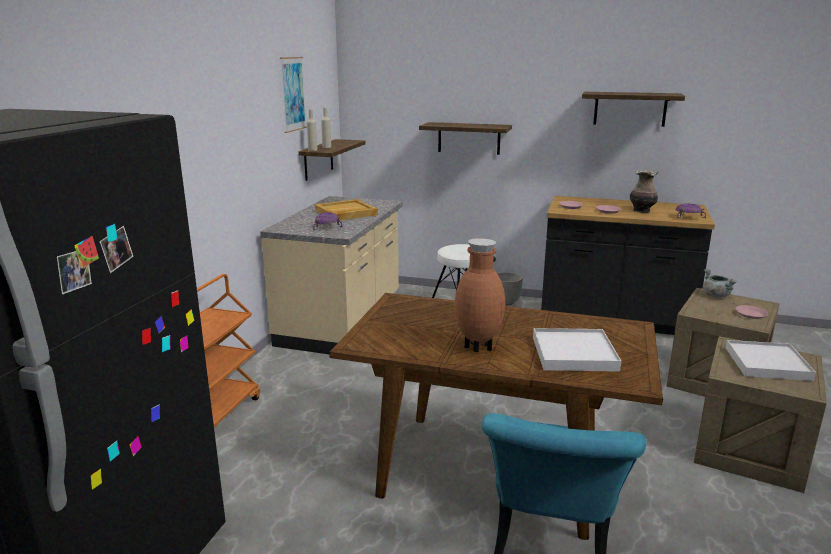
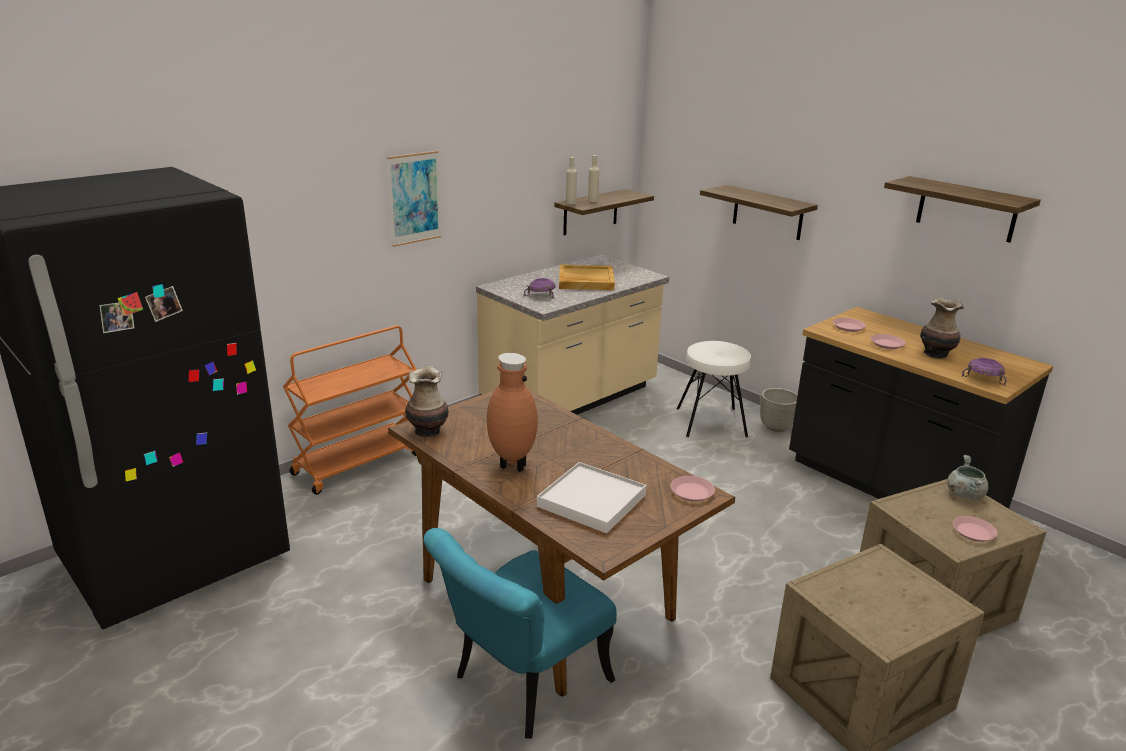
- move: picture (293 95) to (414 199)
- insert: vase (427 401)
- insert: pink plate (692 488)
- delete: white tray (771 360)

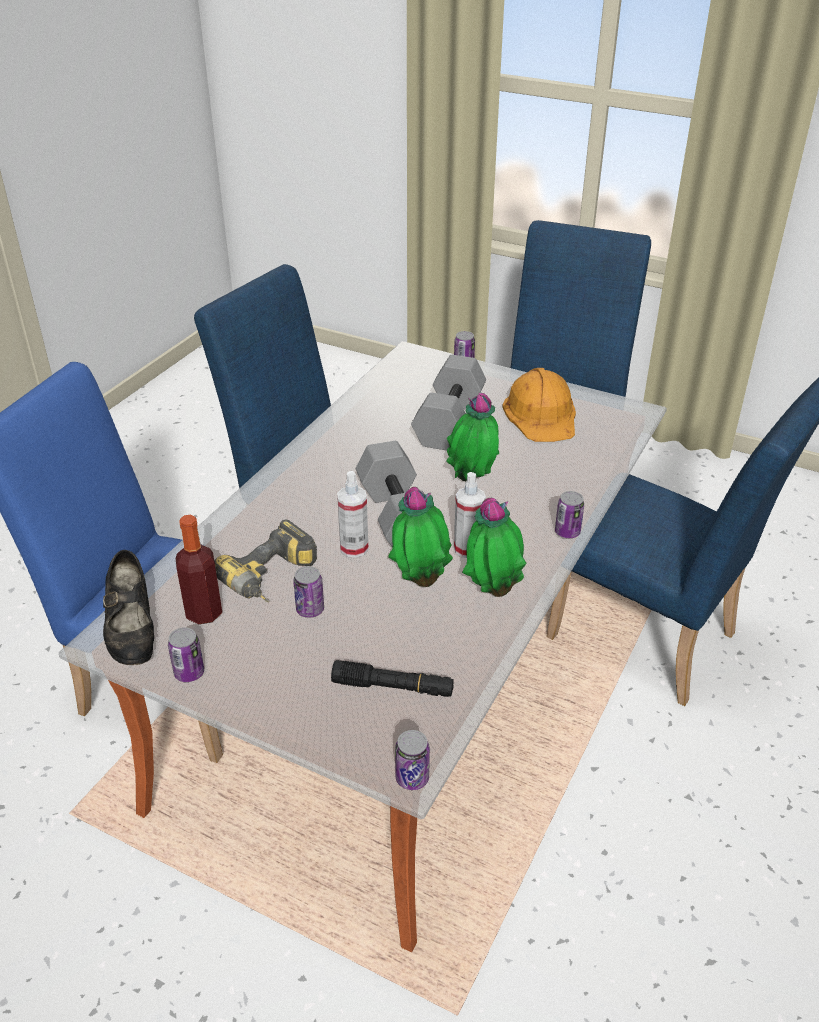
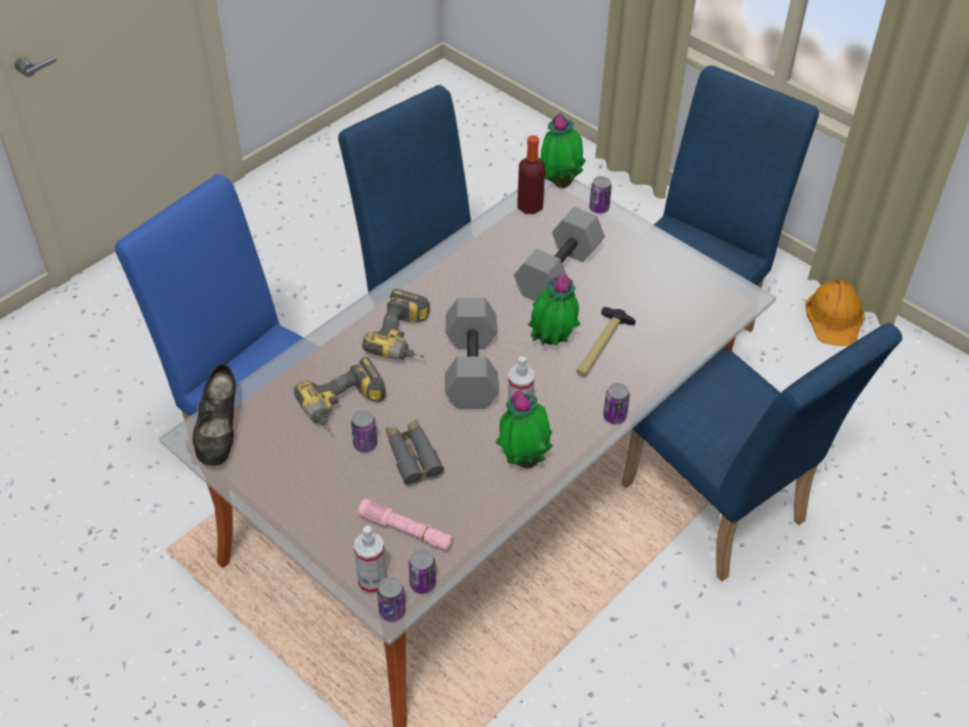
- move: spray bottle (353 514) to (370 560)
- recolor: black flashlight (392 678) to pink flashlight (405 525)
- insert: power drill (396 324)
- insert: grey binoculars (415 452)
- move: can (186 654) to (422 571)
- move: bottle (199 569) to (531 174)
- move: potted plant (420 537) to (563 150)
- insert: hammer (606 342)
- move: orange hard hat (539 405) to (835 313)

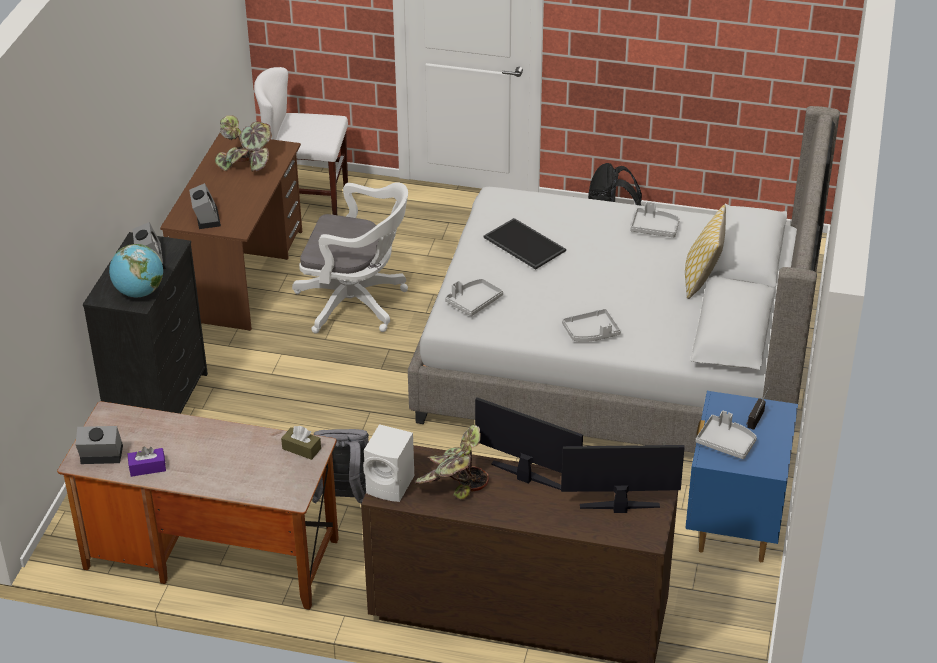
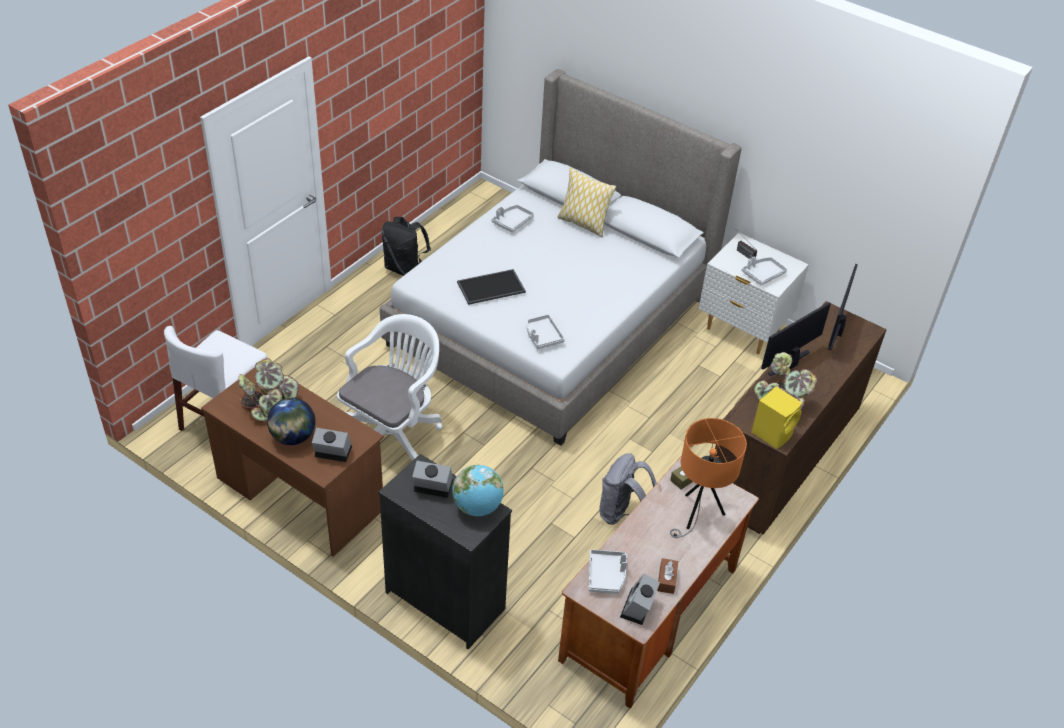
- insert: globe (291 421)
- move: grey tray (591 325) to (608 572)
- recolor: purple tissue box (147 462) to brown tissue box (667 576)
- insert: orange table lamp (708 478)
- recolor: blue nightstand (741 476) to white nightstand (754 293)
- recolor: white speaker (388 463) to yellow speaker (776 418)

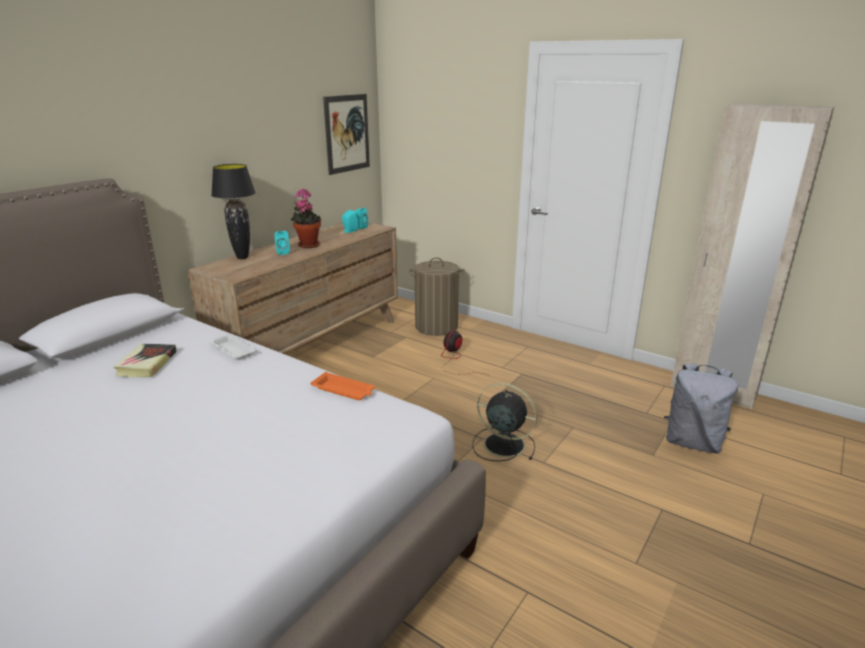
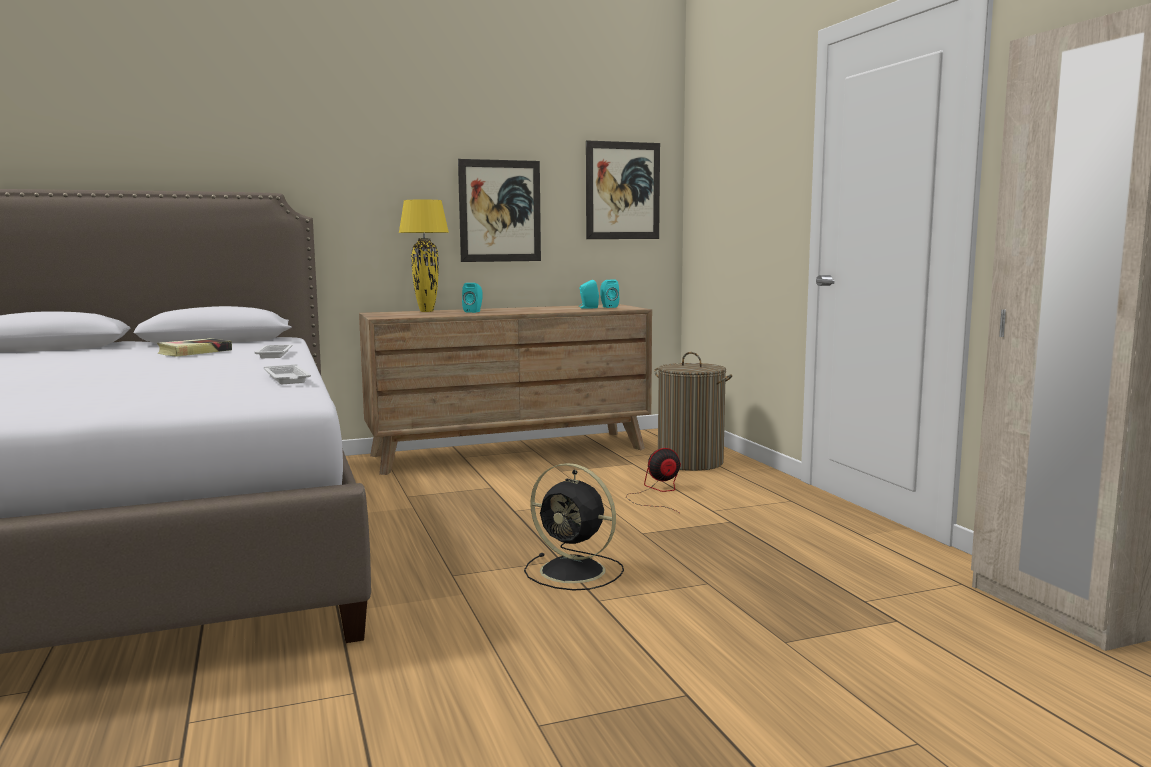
- recolor: orange tray (342 386) to white tray (287 374)
- recolor: black table lamp (233 211) to yellow table lamp (424 256)
- insert: picture (499 210)
- rotate: black fan (504 422) = (574 527) 150 degrees clockwise
- delete: potted plant (306 218)
- delete: grey backpack (701 408)

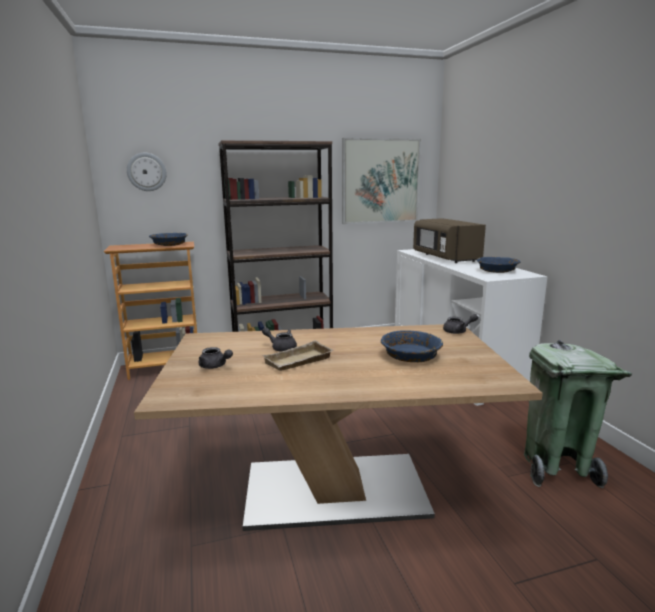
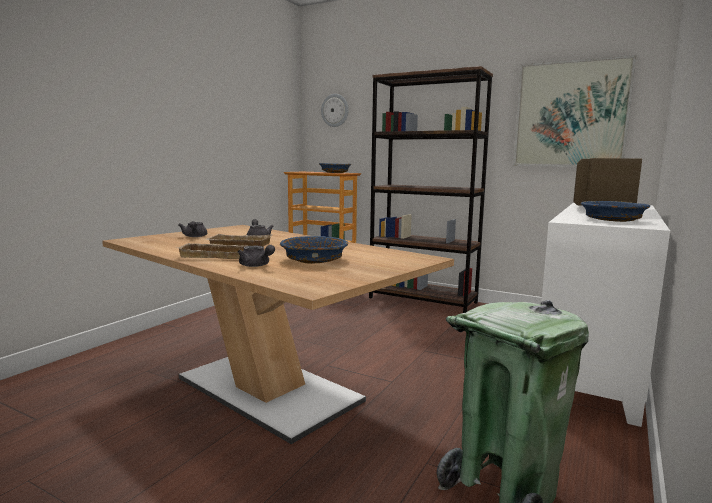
- insert: beige tray (213 251)
- move: grey teapot (460 324) to (256 256)

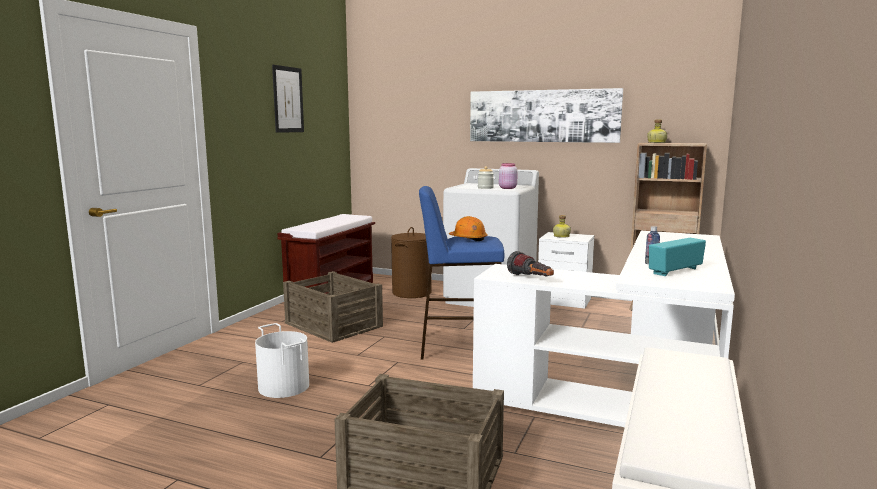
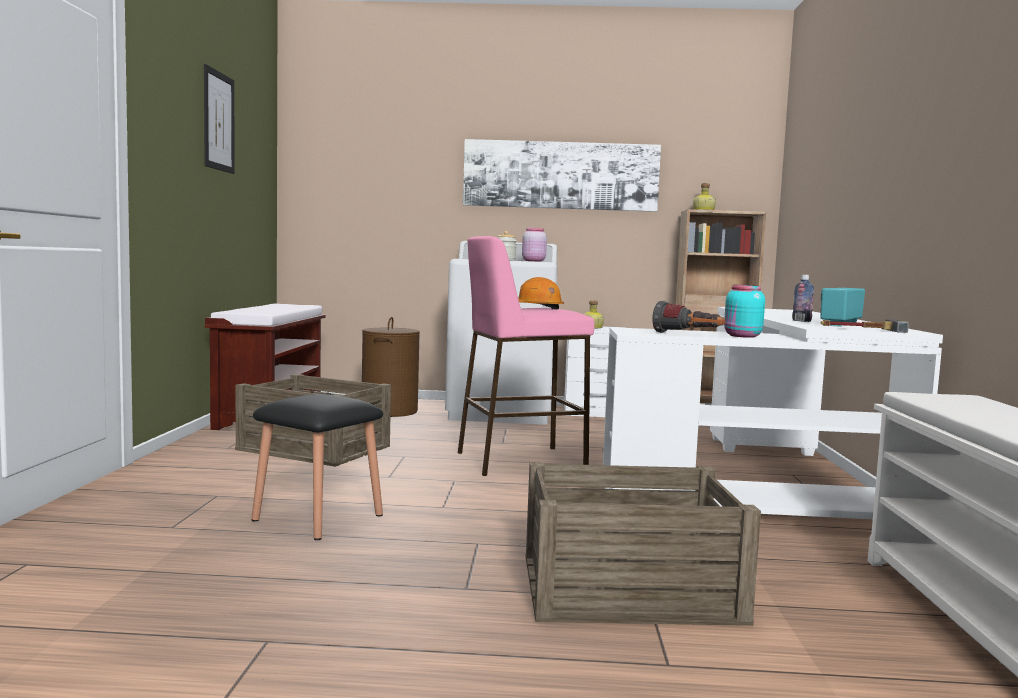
- replace: white bucket (282 360) to black stool (317 467)
- recolor: blue stool (461 272) to pink stool (526 356)
- insert: turquoise jar (744 311)
- insert: hammer (864 326)

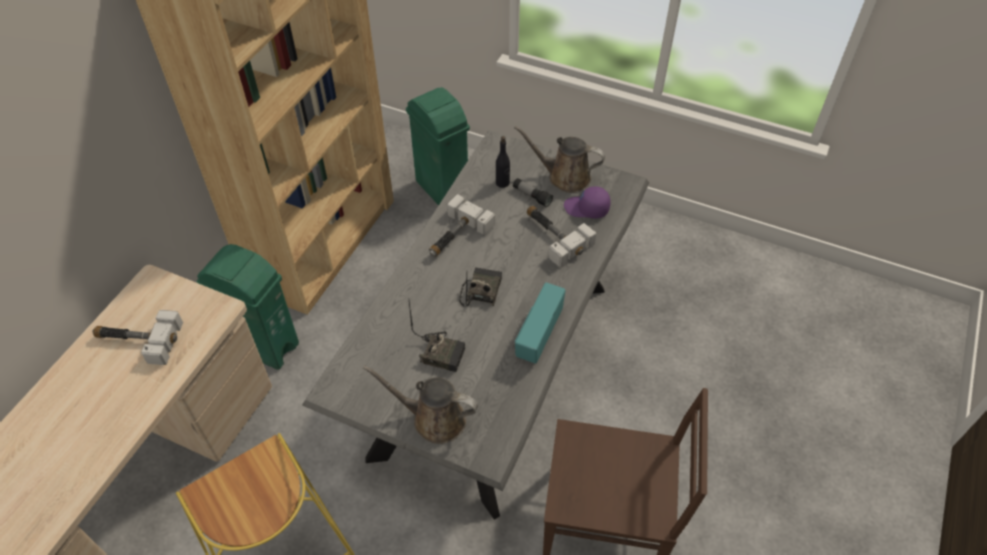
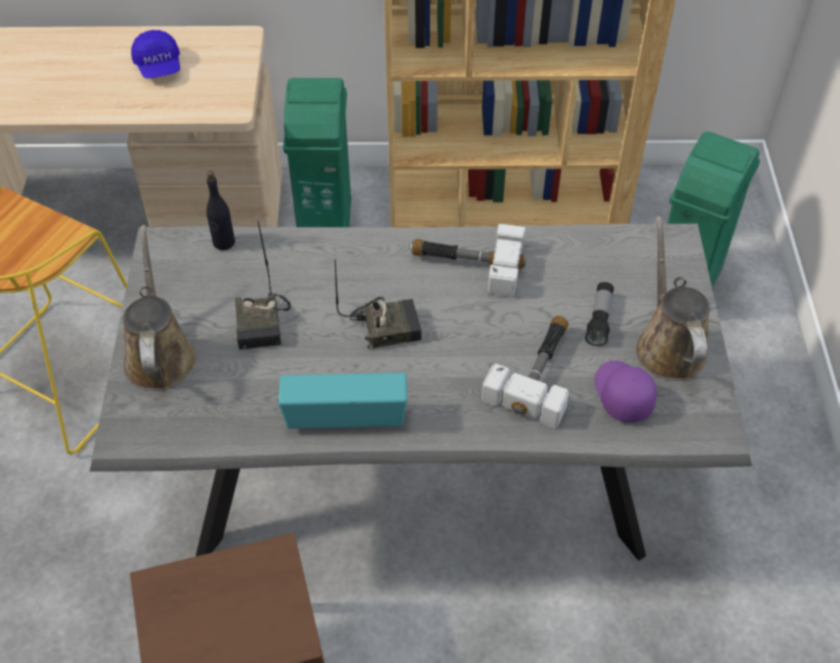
- replace: hammer (137 337) to blue cap (155 54)
- move: black bottle (503 162) to (220 210)

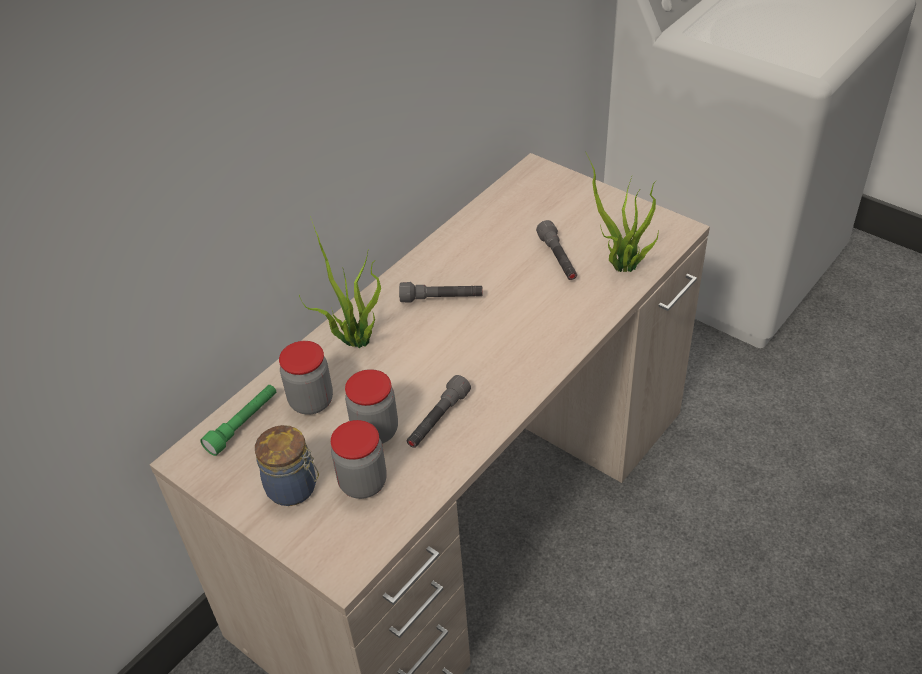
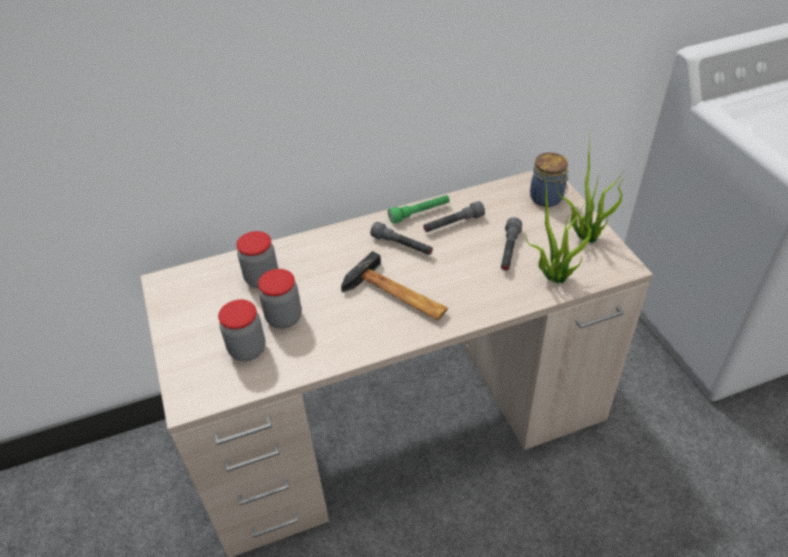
- insert: hammer (394 285)
- move: green flashlight (238 420) to (419 209)
- move: grey flashlight (439 411) to (454 216)
- move: jar (287 465) to (549 180)
- move: potted plant (340 282) to (590 189)

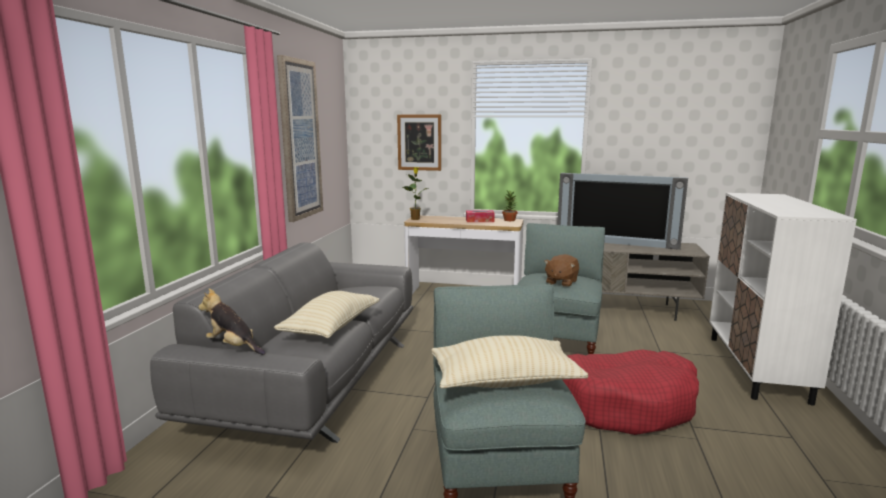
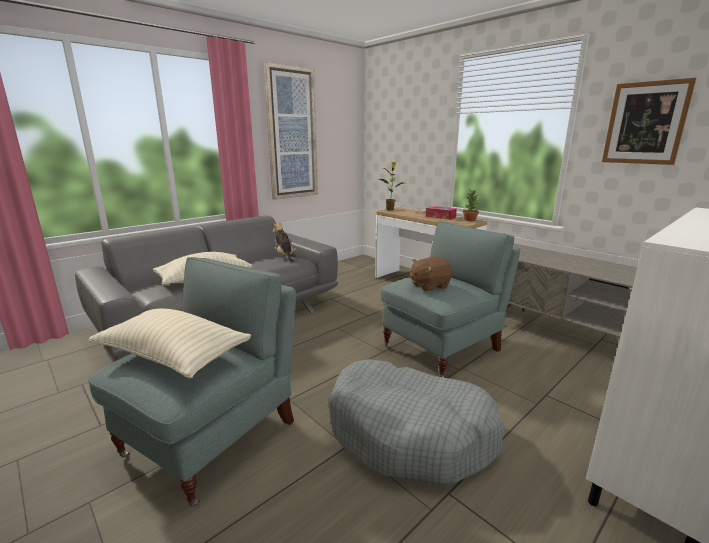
- move: plush toy (231 321) to (284 242)
- recolor: red dog bed (631 392) to grey dog bed (417 422)
- move: picture (419 143) to (649 121)
- delete: television (622 211)

